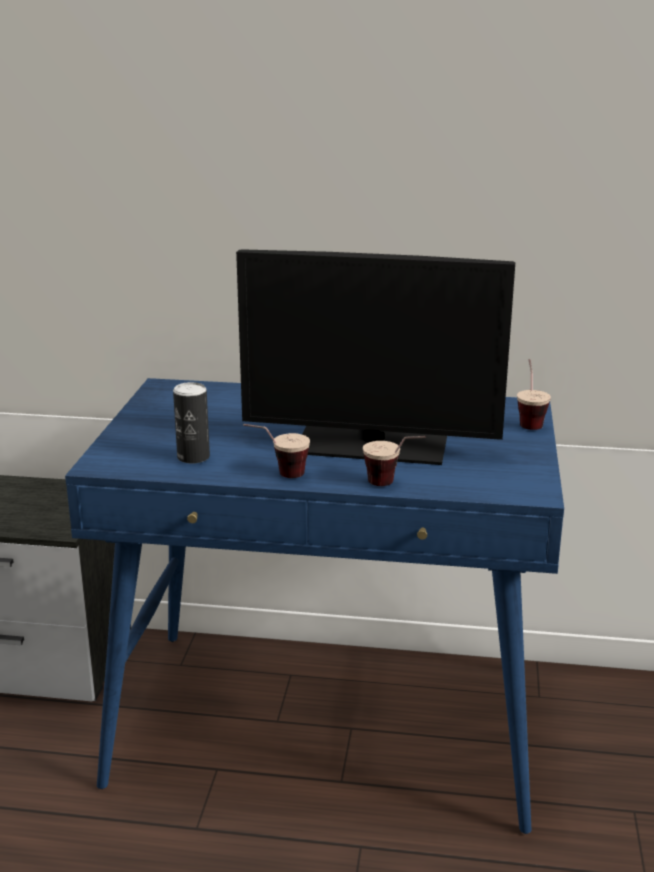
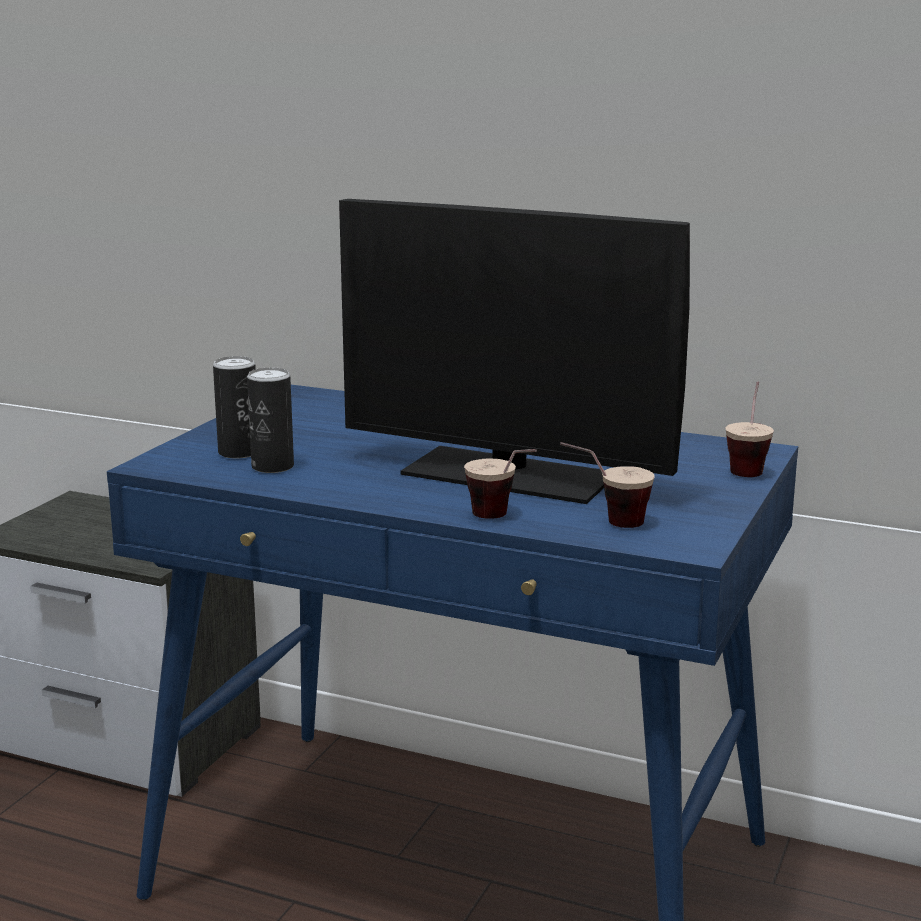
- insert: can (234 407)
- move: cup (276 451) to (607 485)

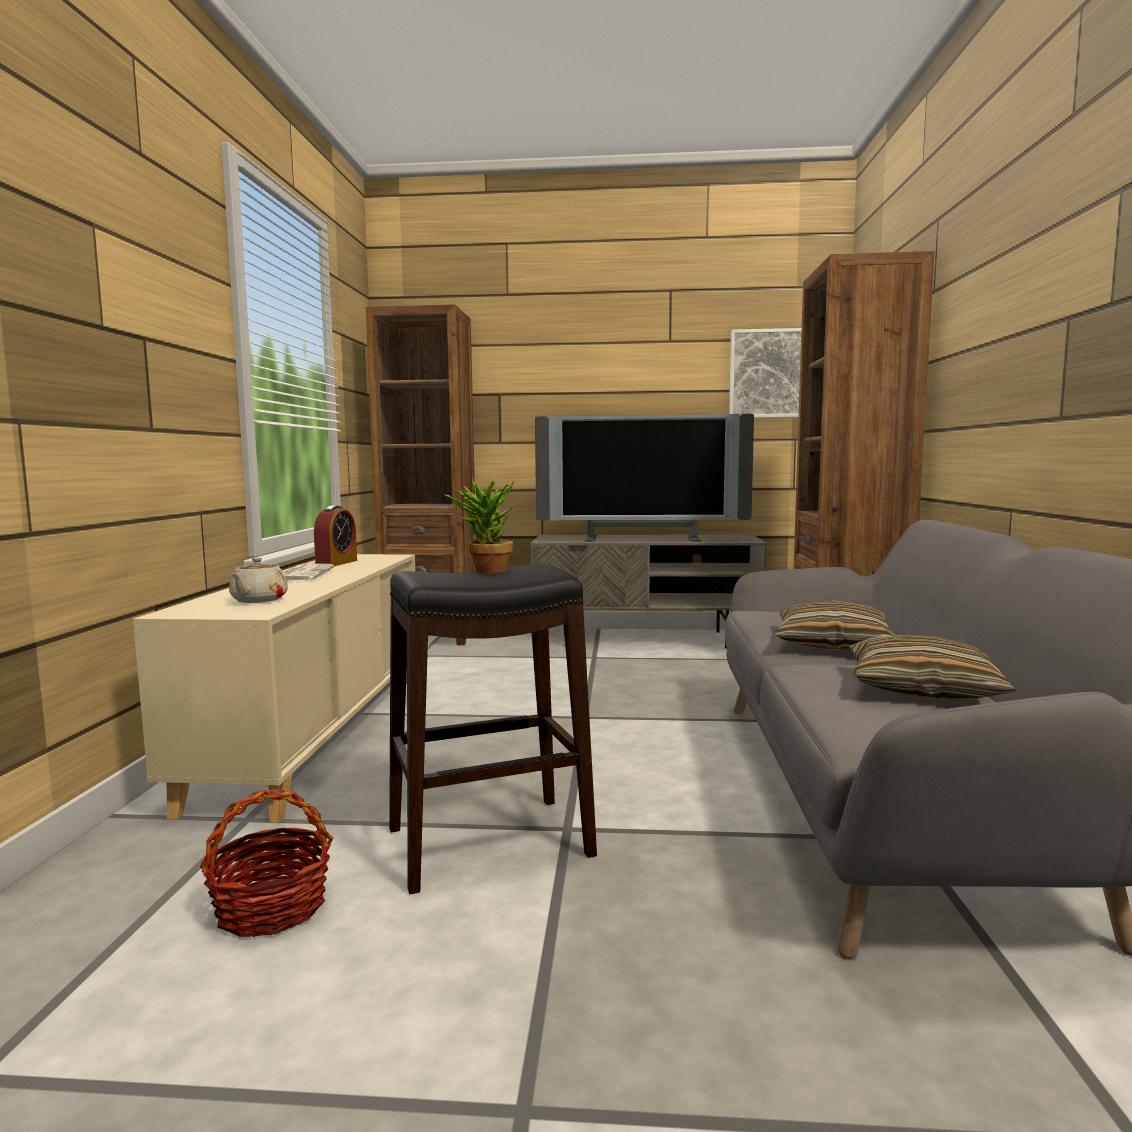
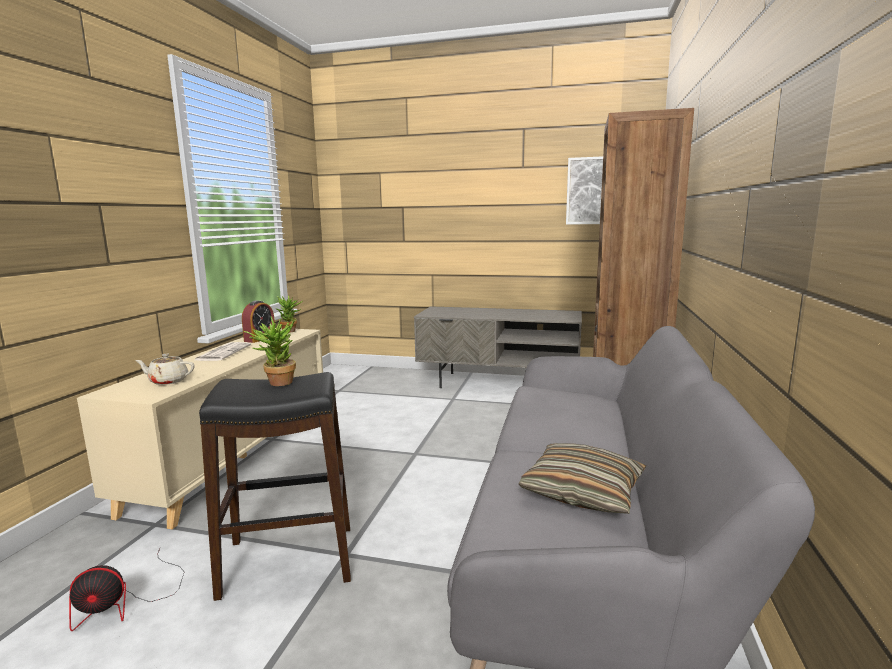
- replace: basket (266 863) to fan (126 590)
- rotate: beige teapot (258 580) = (165 369) 75 degrees clockwise
- insert: potted plant (289 314)
- delete: brown bookcase (421 474)
- delete: television (644 478)
- delete: pillow (835 625)

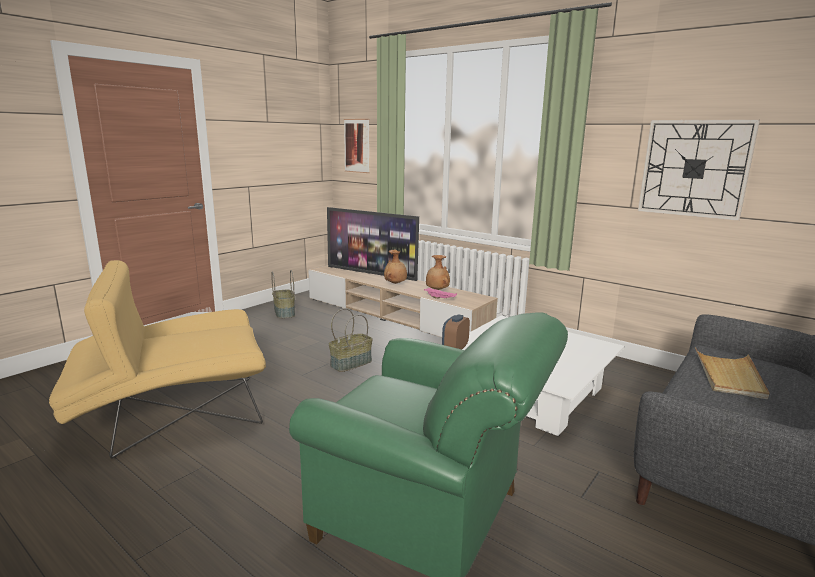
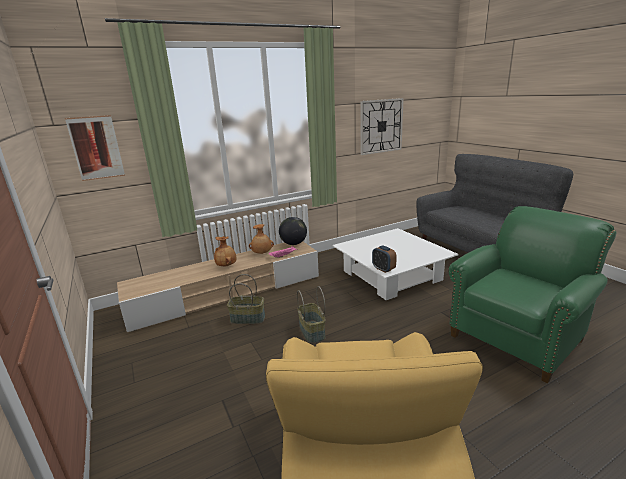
- move: basket (283 294) to (246 299)
- insert: globe (293 231)
- delete: television (373 244)
- delete: beige tray (732 373)

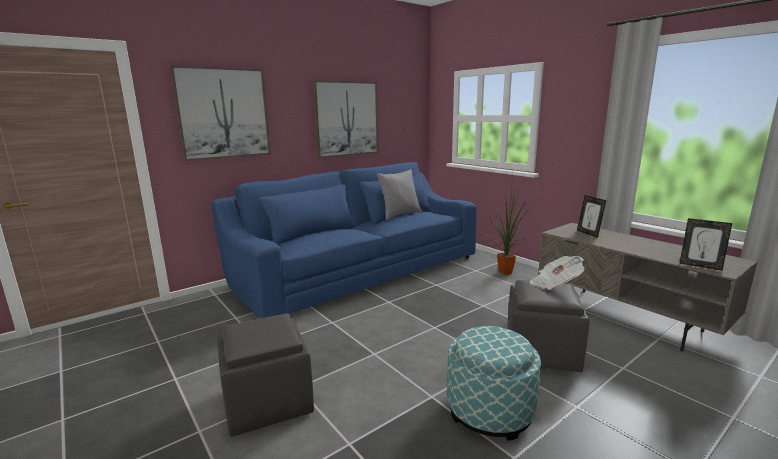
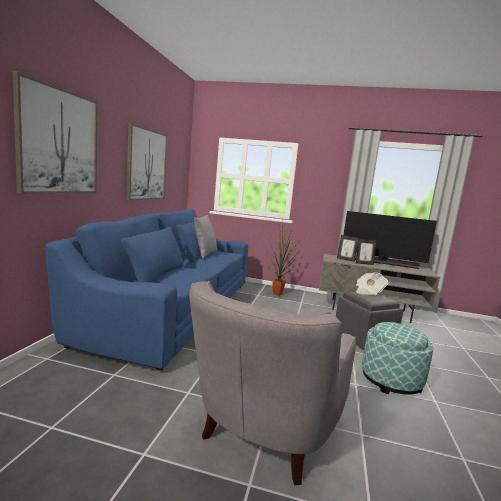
- replace: grey ottoman (265 375) to grey armchair (272 383)
- insert: television (390 240)
- move: picture frame (705 244) to (366 251)

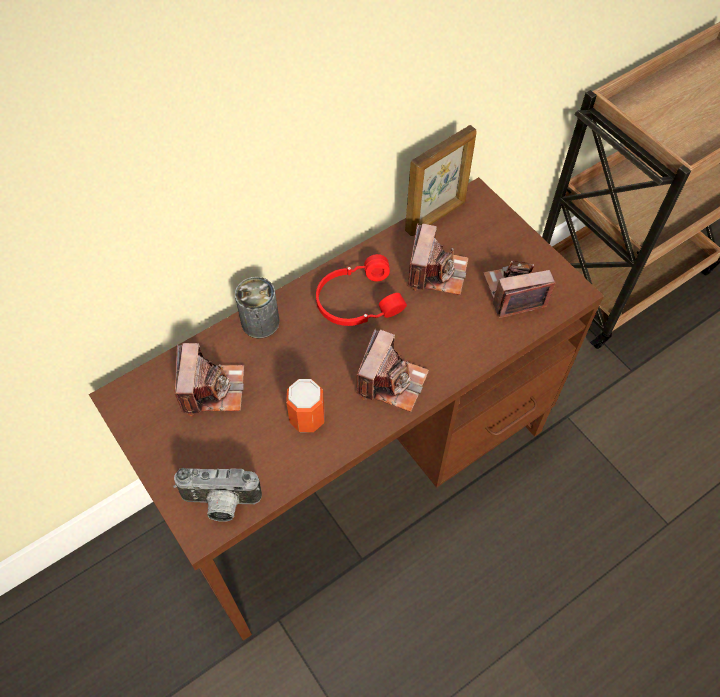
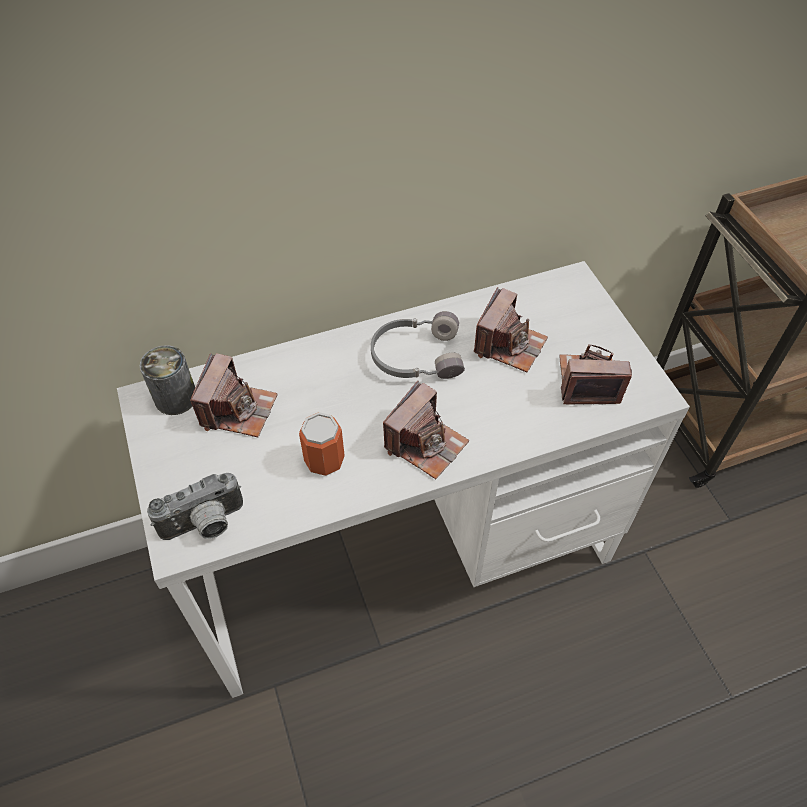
- recolor: brown desk (346 409) to white desk (403 479)
- move: can (257 307) to (167 380)
- rotate: photo camera (217 495) = (195 506) 45 degrees counterclockwise
- recolor: red headphones (361 290) to grey headphones (418 345)
- delete: picture frame (441 180)

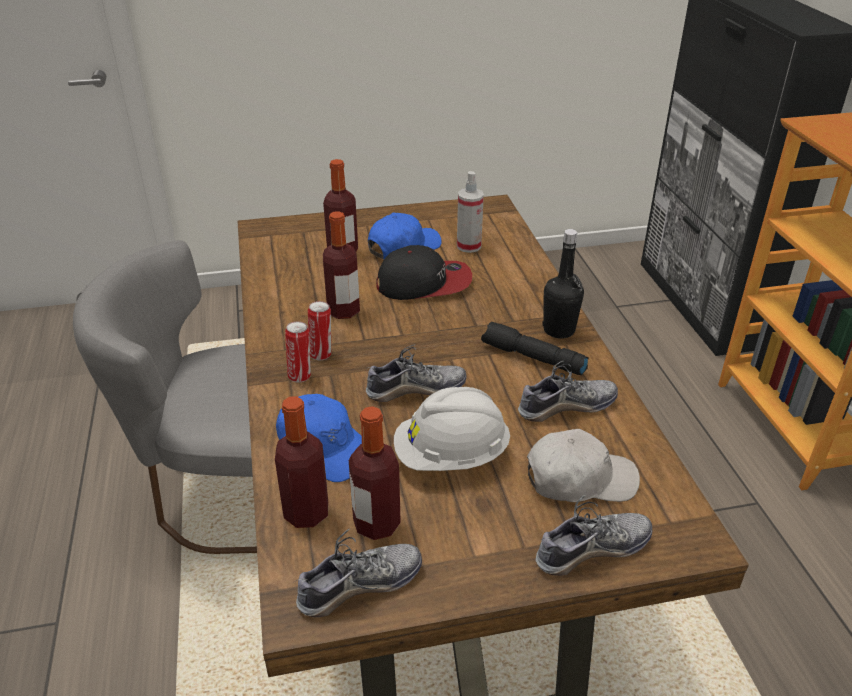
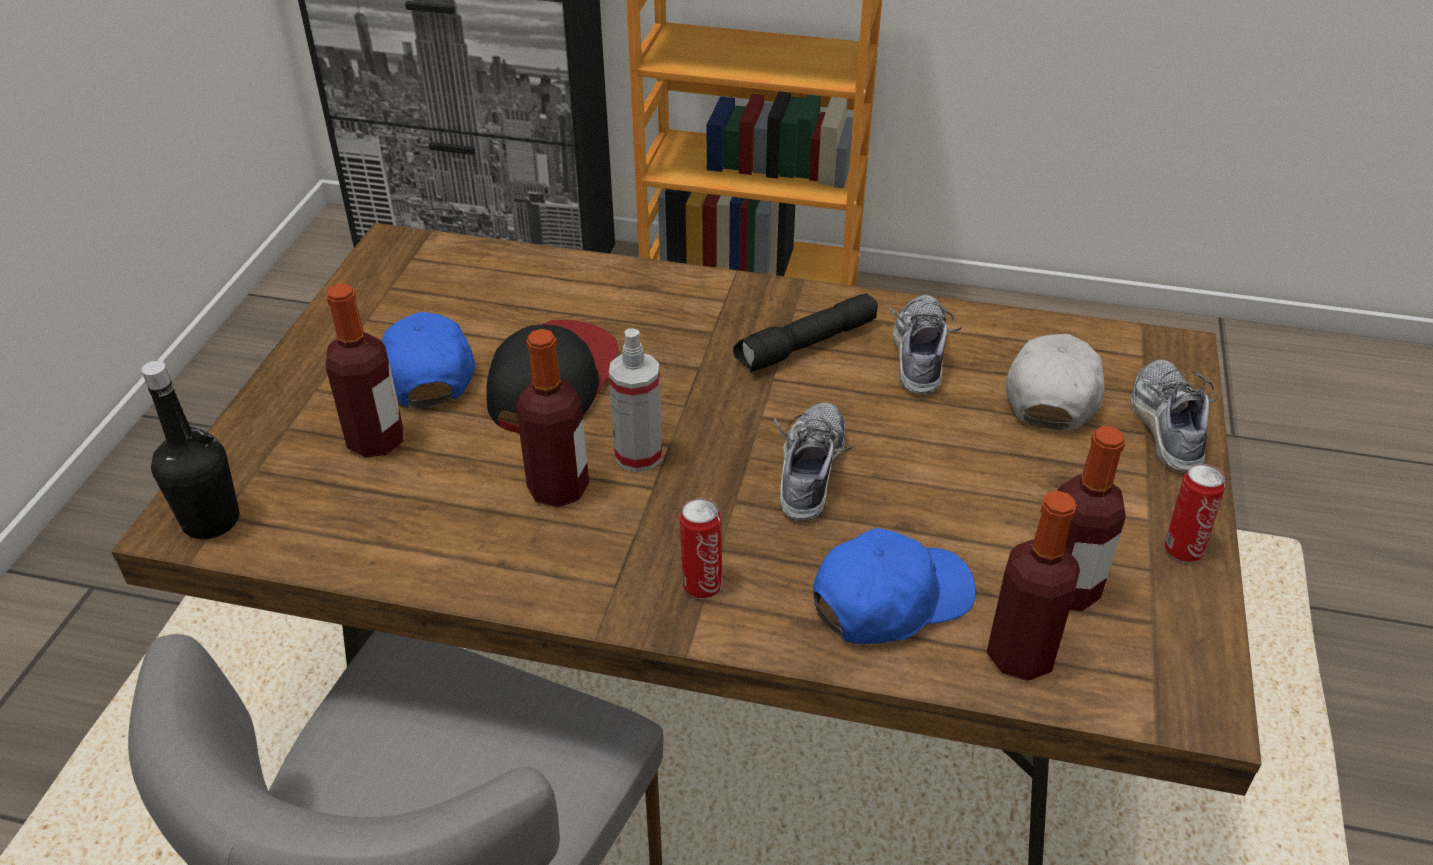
- move: black bottle (563 284) to (190 450)
- move: spray bottle (470 212) to (636 400)
- move: can (319 330) to (1195 513)
- delete: shoe (358 573)
- delete: white hard hat (452 429)

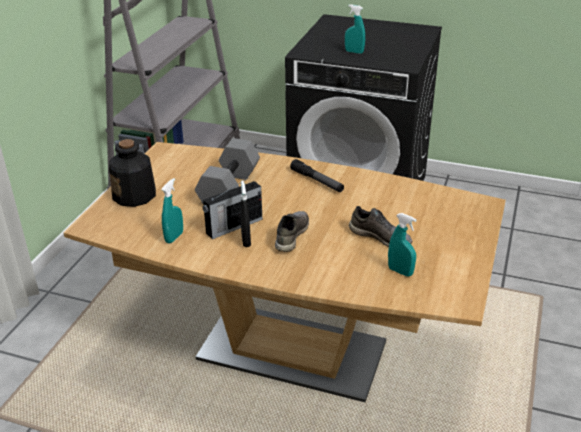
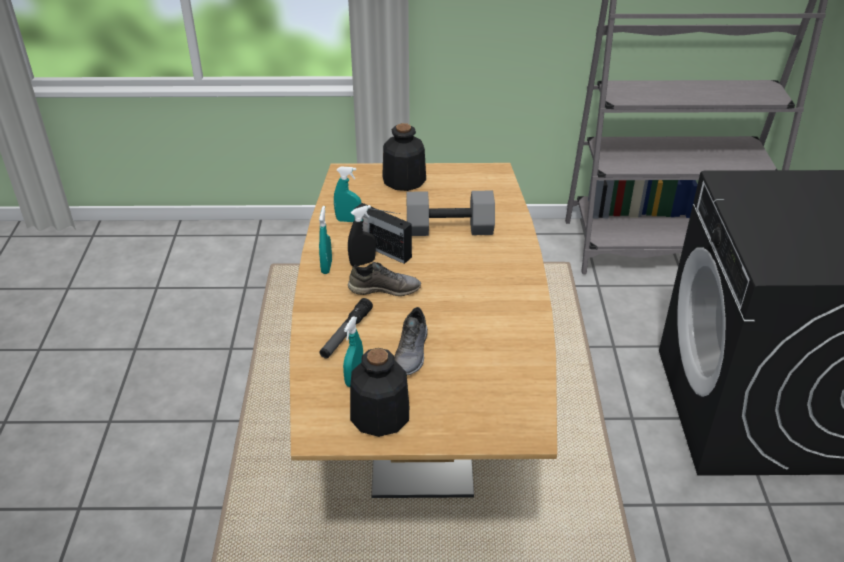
- move: turquoise spray bottle (355 29) to (325 240)
- move: flashlight (317 175) to (346 328)
- insert: bottle (379 392)

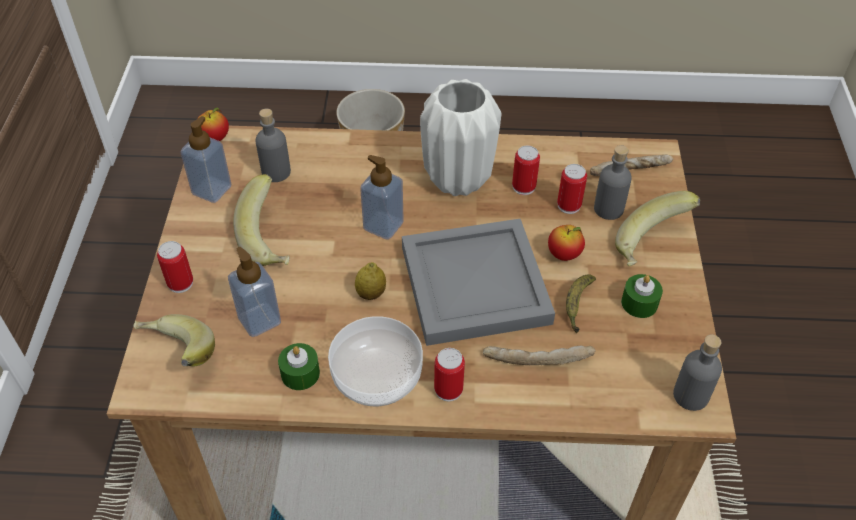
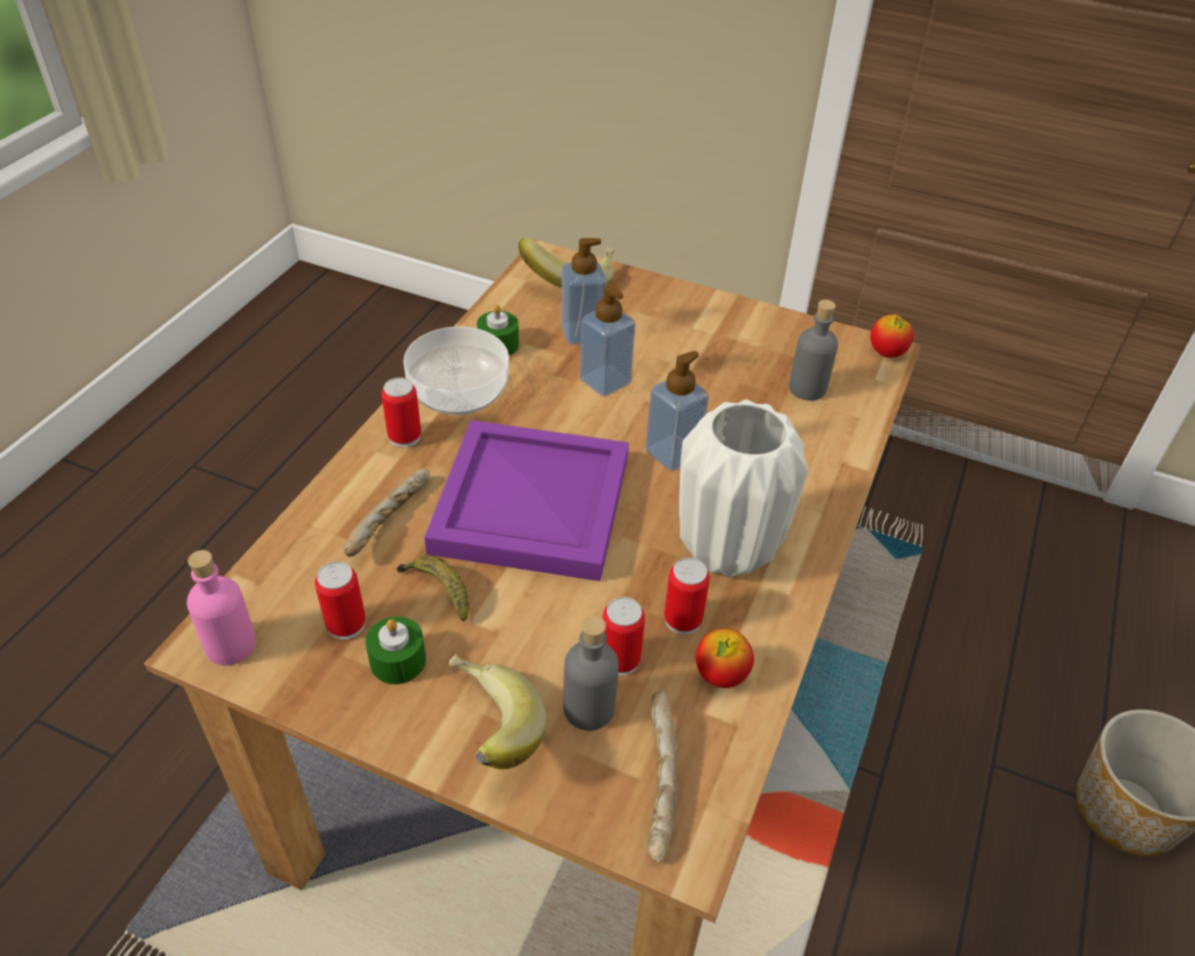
- recolor: grey bottle (697 372) to pink bottle (221 607)
- move: can (175 267) to (340 600)
- recolor: grey tray (478 282) to purple tray (526 500)
- move: soap dispenser (206 159) to (607 340)
- move: apple (566 243) to (725 658)
- delete: banana (261 220)
- delete: lemon (370 281)

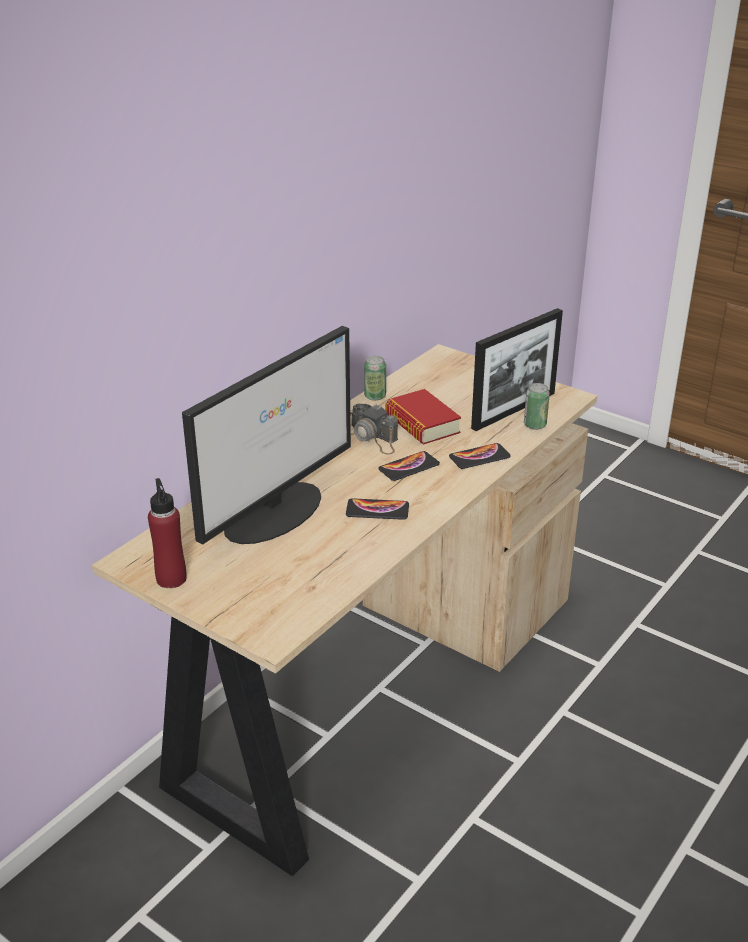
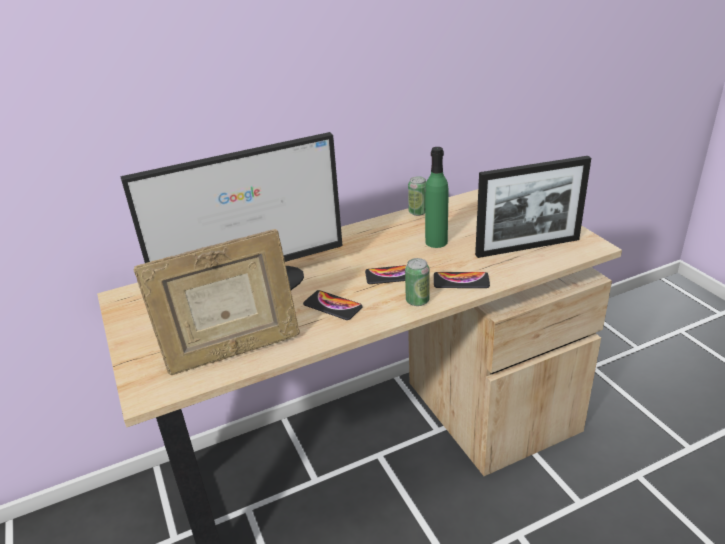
- insert: picture frame (216 302)
- move: can (537 406) to (417 282)
- replace: book (423 416) to green bottle (436 197)
- delete: red bottle (167 533)
- delete: photo camera (374 429)

